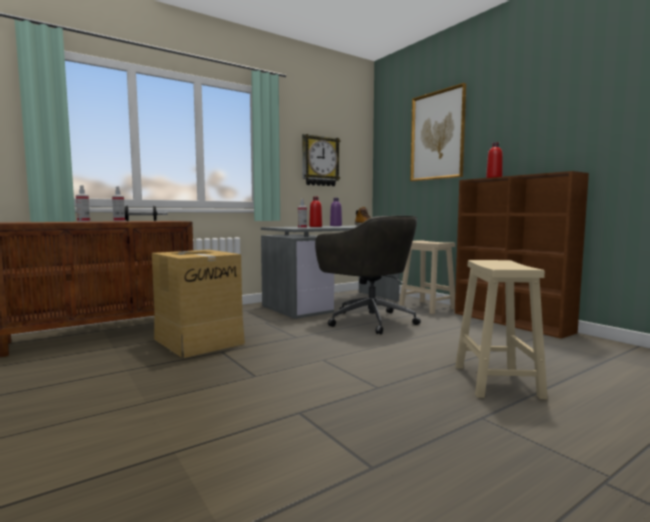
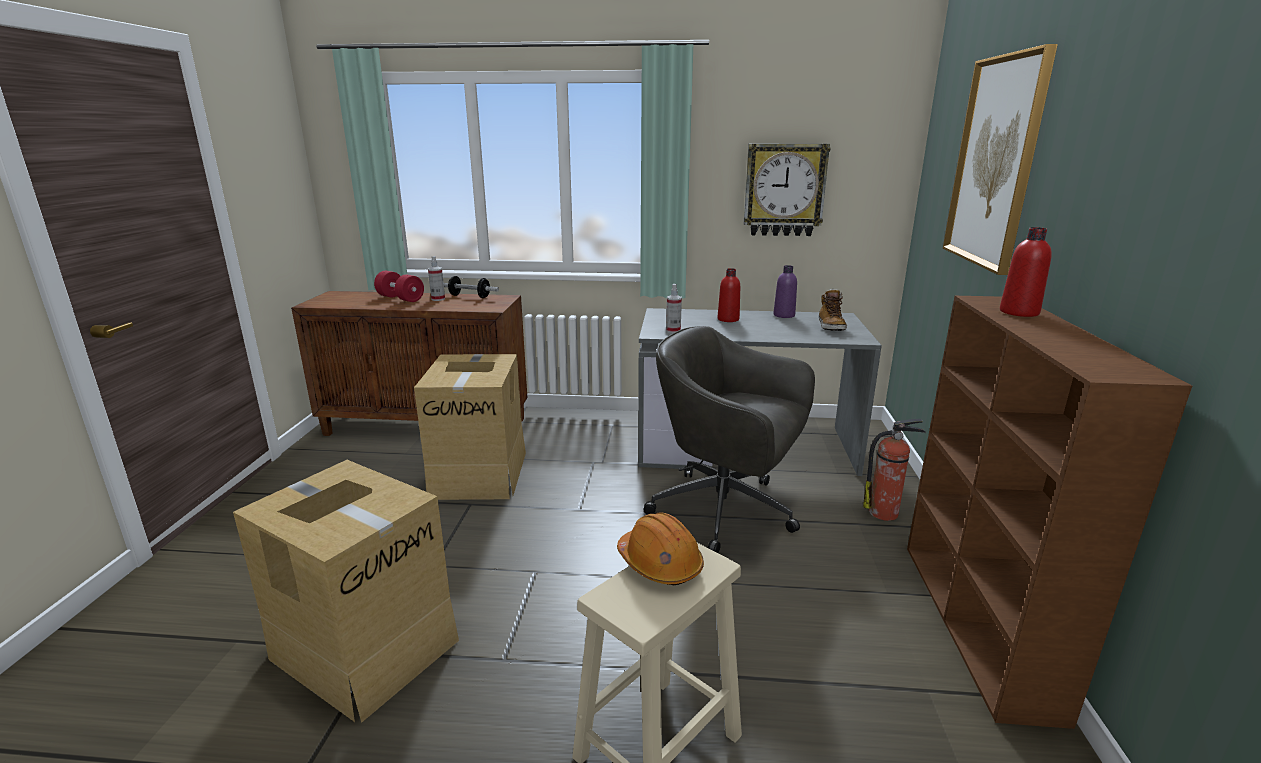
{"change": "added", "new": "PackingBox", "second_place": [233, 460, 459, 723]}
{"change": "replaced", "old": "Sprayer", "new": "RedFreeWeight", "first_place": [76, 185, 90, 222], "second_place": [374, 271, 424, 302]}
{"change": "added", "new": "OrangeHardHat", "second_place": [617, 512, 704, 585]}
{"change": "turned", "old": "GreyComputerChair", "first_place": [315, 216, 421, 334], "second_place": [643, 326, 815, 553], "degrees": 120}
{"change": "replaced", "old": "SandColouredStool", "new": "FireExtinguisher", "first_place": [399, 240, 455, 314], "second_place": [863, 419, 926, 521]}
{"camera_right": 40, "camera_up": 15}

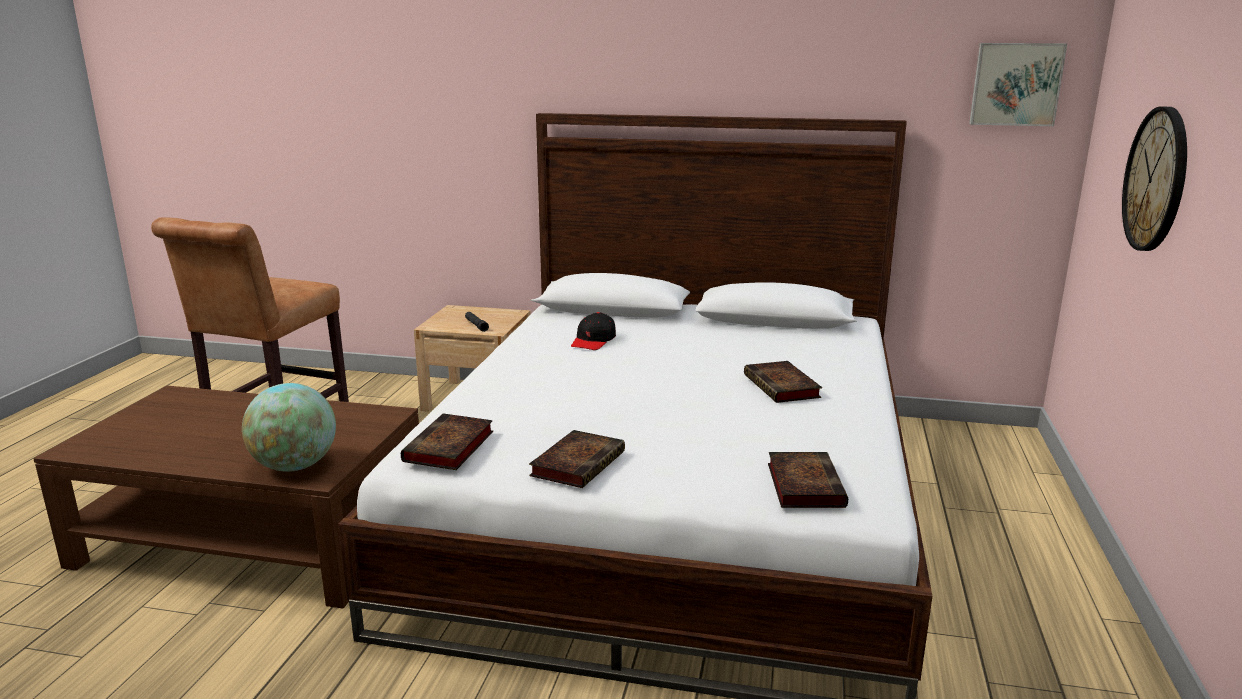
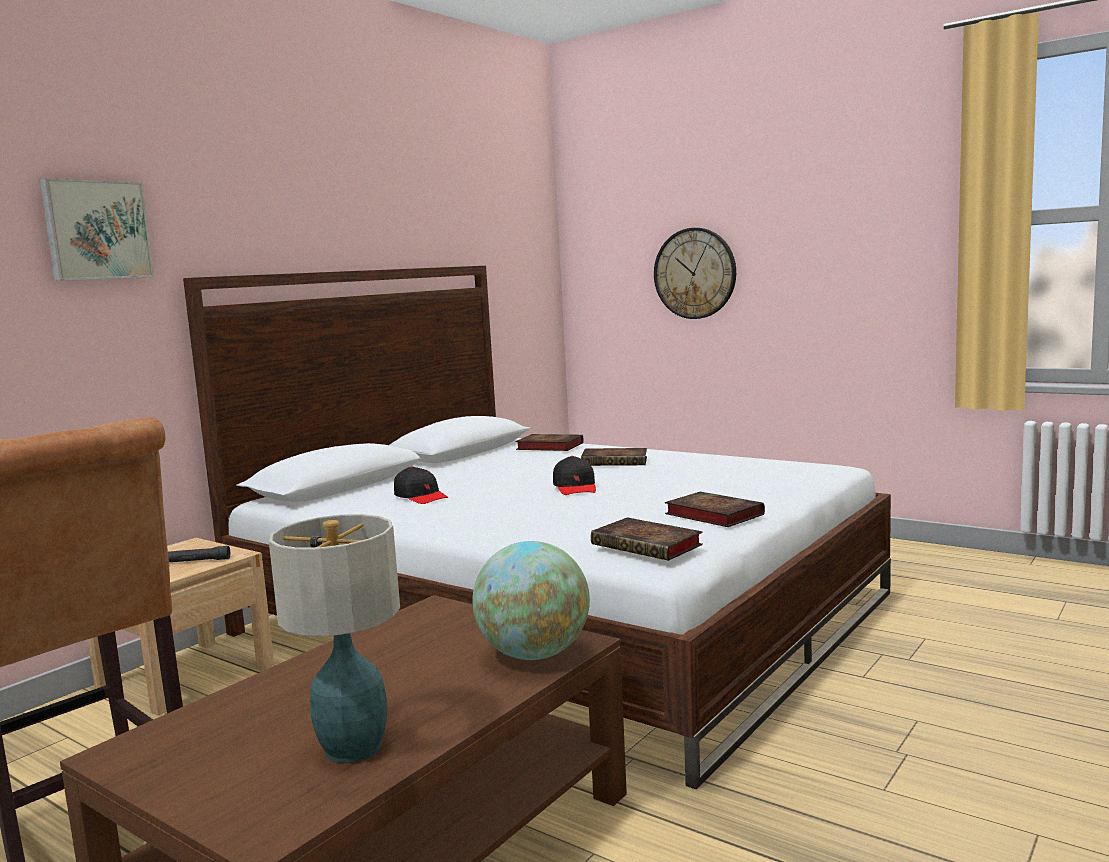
{"change": "moved", "old": "WallArt", "first_place": [969, 43, 1067, 126], "second_place": [39, 178, 154, 281]}
{"change": "added", "new": "TableLamp", "second_place": [269, 514, 400, 763]}
{"change": "moved", "old": "BoundBook", "first_place": [768, 452, 848, 508], "second_place": [515, 434, 584, 451]}
{"change": "added", "new": "BlackBaseballCap", "second_place": [553, 456, 596, 495]}
{"camera_right": -65, "camera_up": -10}

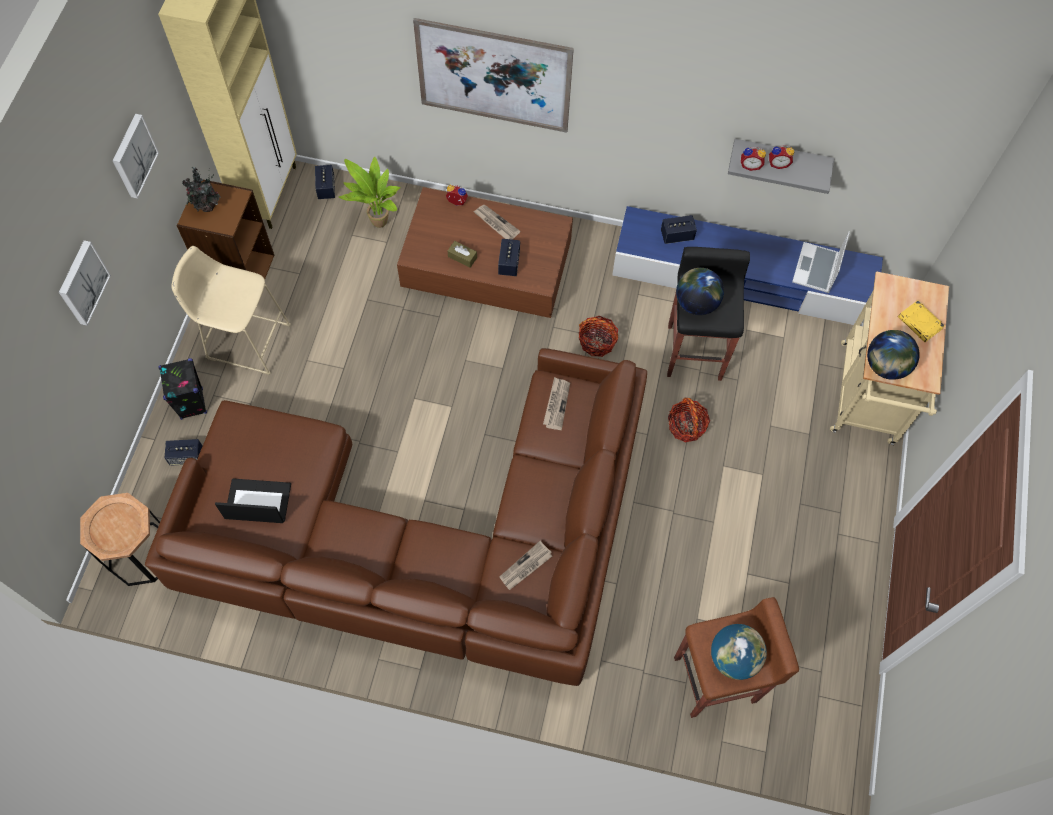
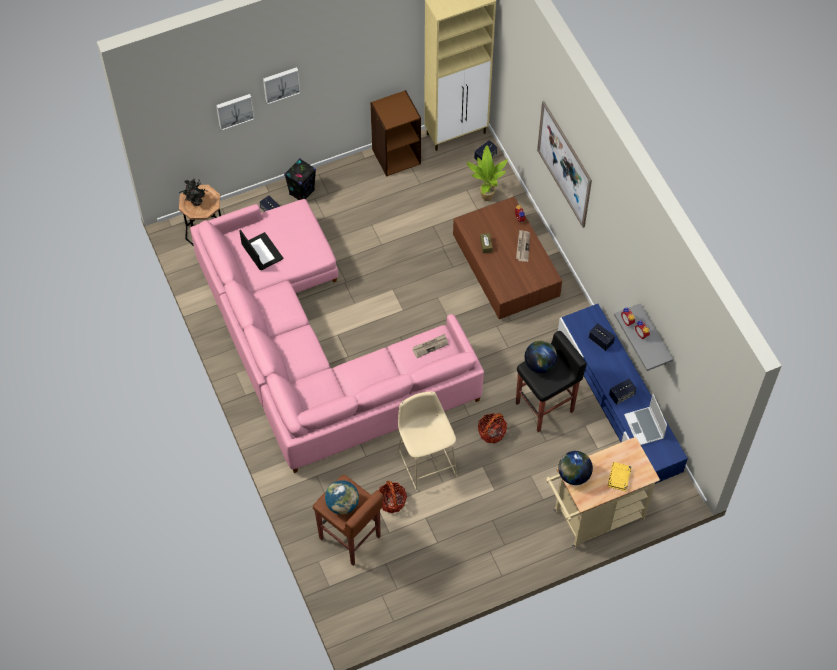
{"change": "moved", "old": "Houseplant", "first_place": [182, 167, 221, 212], "second_place": [179, 178, 206, 206]}
{"change": "recoloured", "old": "BrownColouredSofa", "new": "PinkishSofa", "first_place": [145, 348, 647, 686], "second_place": [190, 199, 484, 473]}
{"change": "moved", "old": "WallArt", "first_place": [113, 114, 159, 199], "second_place": [216, 94, 255, 131]}
{"change": "moved", "old": "HouseholdBasket", "first_place": [579, 316, 618, 357], "second_place": [379, 481, 407, 513]}
{"change": "moved", "old": "SandColouredStool", "first_place": [171, 246, 291, 375], "second_place": [398, 391, 457, 491]}
{"change": "moved", "old": "Speaker", "first_place": [498, 239, 520, 276], "second_place": [609, 379, 636, 405]}
{"change": "turned", "old": "NotebookComputer", "first_place": [792, 231, 850, 293], "second_place": [624, 394, 667, 445], "degrees": -90}
{"change": "removed", "old": "Newspaper", "first_place": [499, 541, 552, 590]}
{"camera_right": 55, "camera_up": -5}

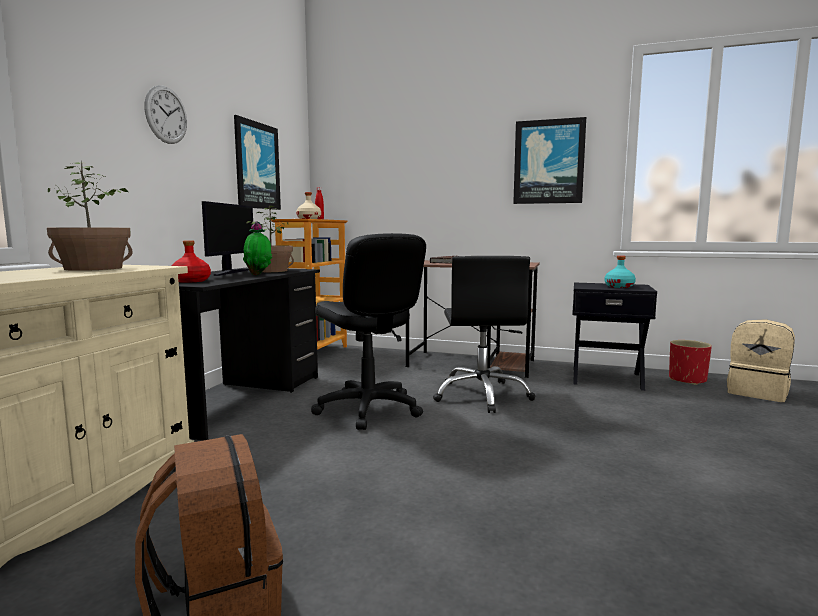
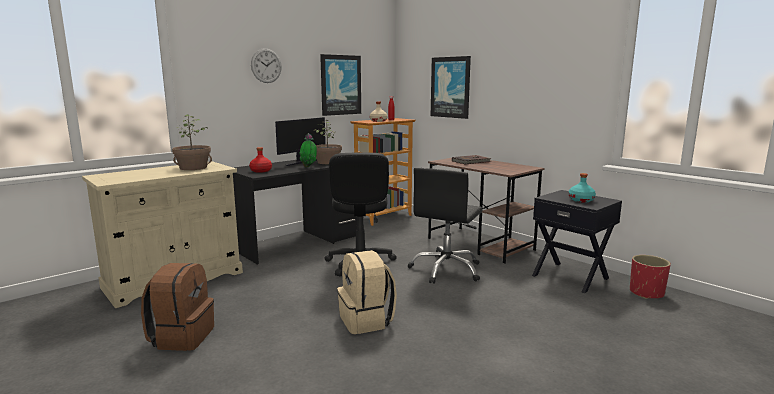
{"change": "moved", "old": "SandColouredBackpack", "first_place": [727, 319, 795, 402], "second_place": [337, 250, 397, 334]}
{"change": "moved", "old": "WallArt", "first_place": [513, 117, 586, 204], "second_place": [431, 56, 471, 119]}
{"camera_right": 30, "camera_up": 5}

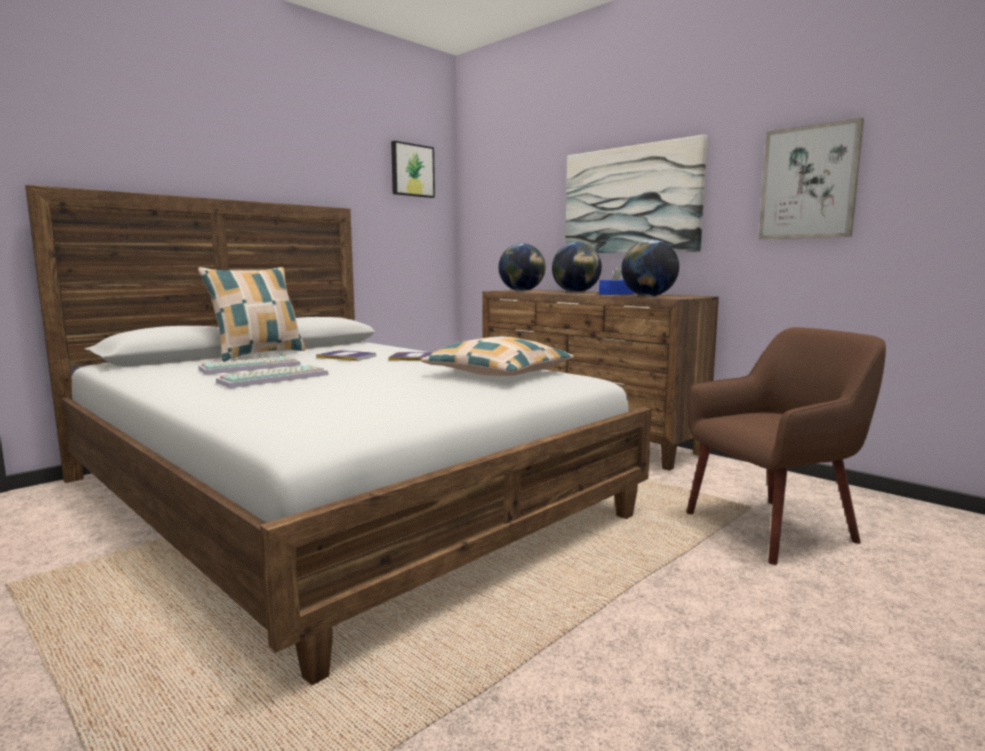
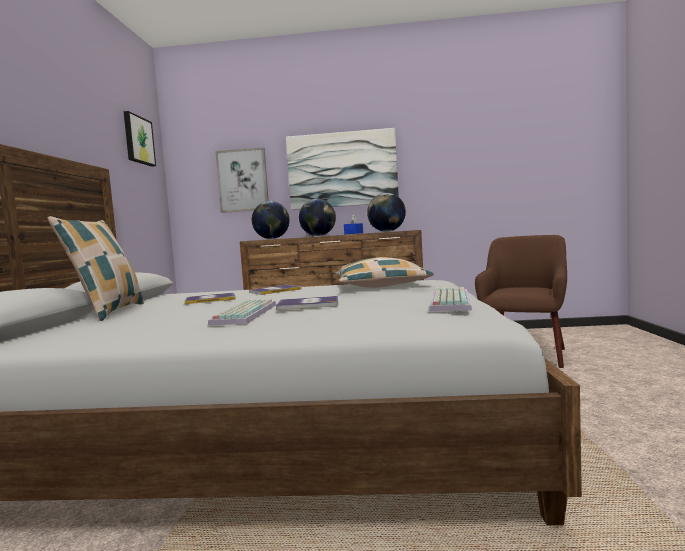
{"change": "moved", "old": "WallArt", "first_place": [759, 118, 864, 239], "second_place": [215, 147, 269, 213]}
{"change": "added", "new": "BoundBook", "second_place": [276, 296, 338, 310]}
{"change": "moved", "old": "Keyboard", "first_place": [198, 356, 301, 375], "second_place": [429, 287, 472, 311]}
{"camera_right": -40, "camera_up": -5}

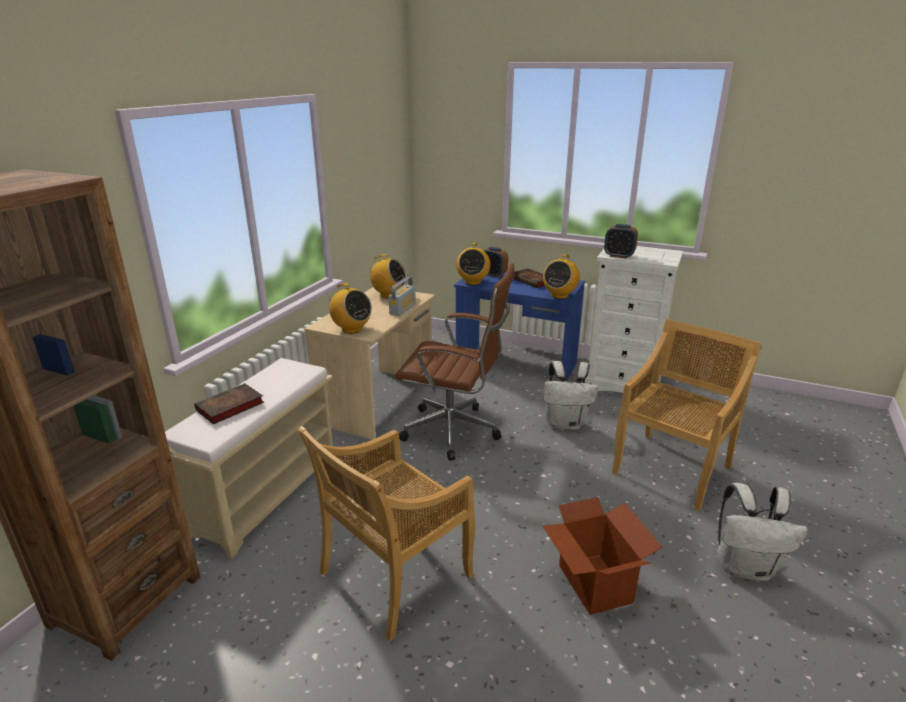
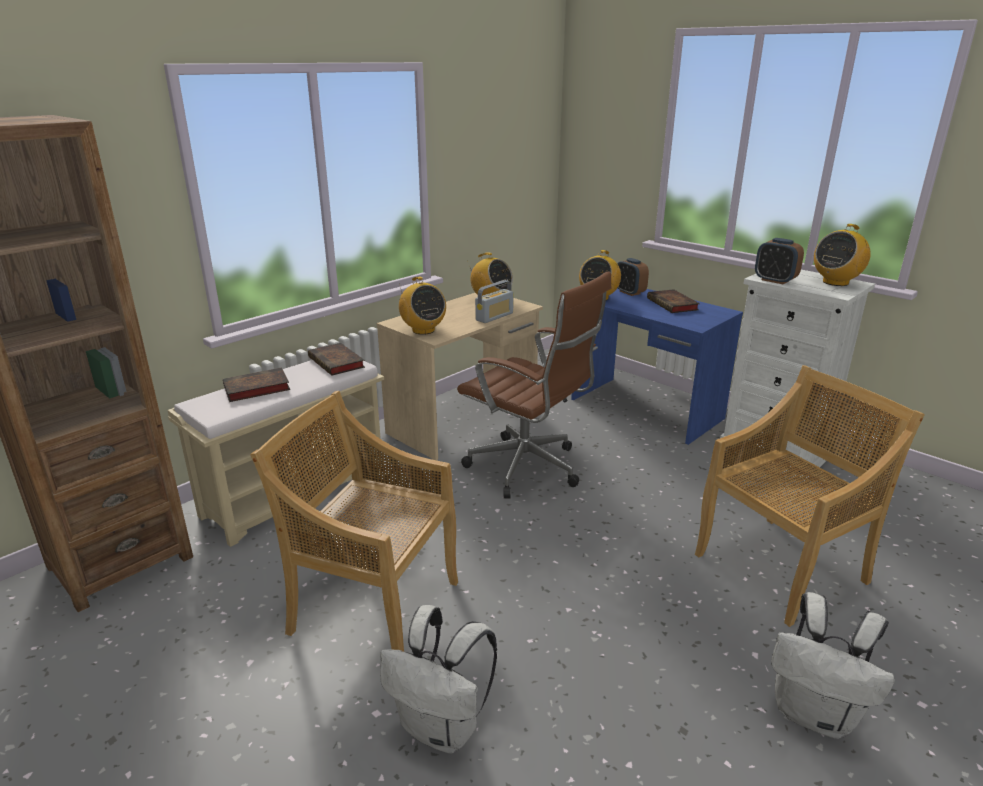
{"change": "turned", "old": "SandColouredPlainChair", "first_place": [298, 426, 475, 641], "second_place": [250, 391, 458, 652], "degrees": 45}
{"change": "added", "new": "BoundBook", "second_place": [308, 343, 365, 376]}
{"change": "moved", "old": "WhitishBackpack", "first_place": [543, 361, 598, 430], "second_place": [380, 605, 497, 754]}
{"change": "moved", "old": "RadioReceiver", "first_place": [543, 254, 580, 299], "second_place": [814, 224, 871, 286]}
{"change": "removed", "old": "PackingBox", "first_place": [543, 497, 663, 615]}
{"camera_right": 20, "camera_up": 0}

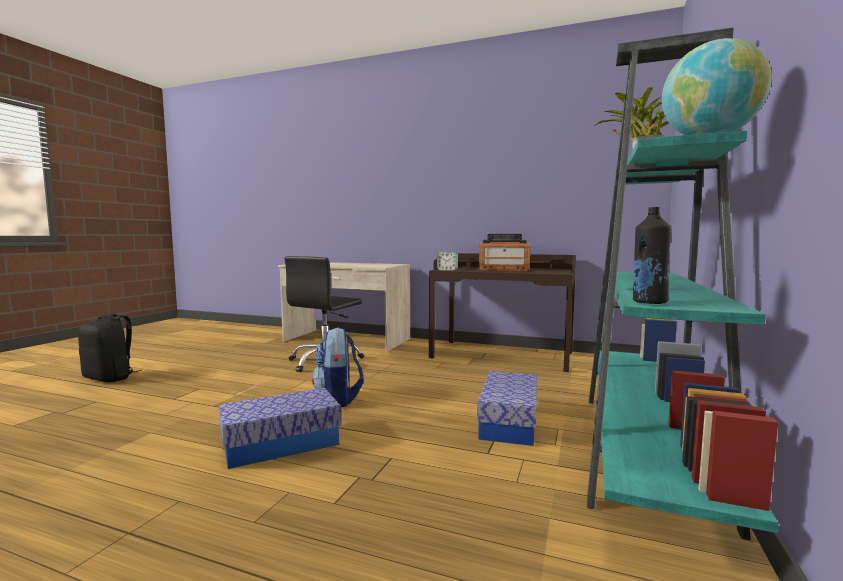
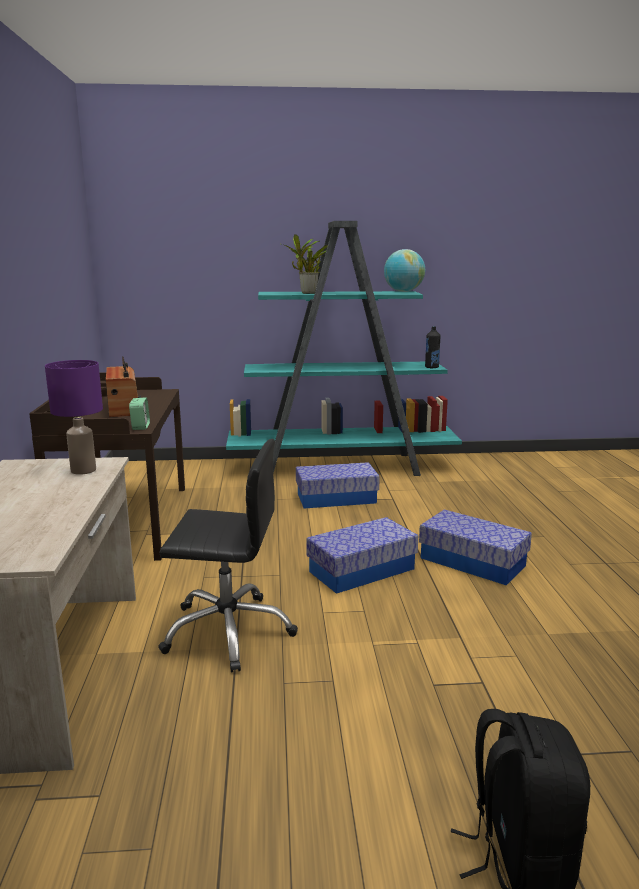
{"change": "added", "new": "PurpleColouredTableLamp", "second_place": [45, 360, 103, 475]}
{"change": "replaced", "old": "Backpack", "new": "StorageBox", "first_place": [312, 327, 364, 407], "second_place": [307, 517, 418, 594]}
{"camera_right": -115, "camera_up": 10}

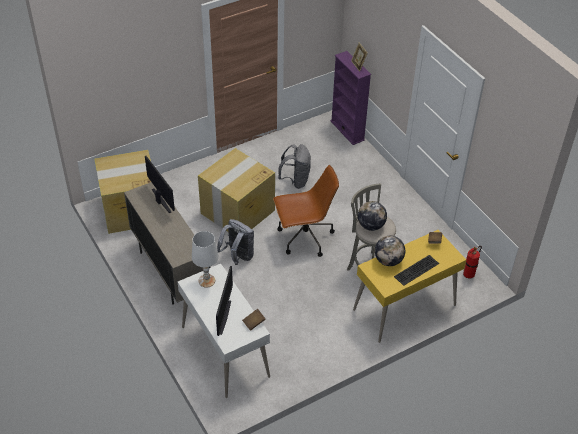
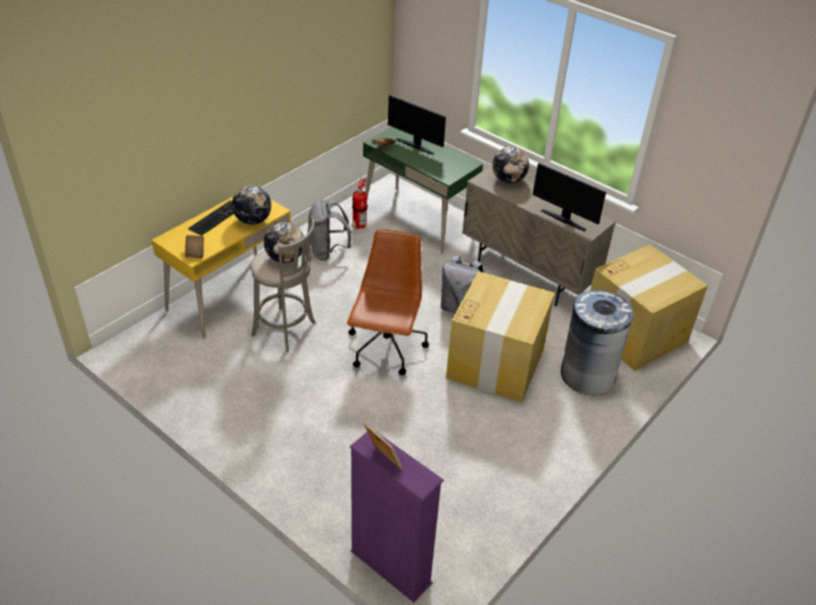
{"change": "moved", "old": "GreyBackpack", "first_place": [278, 144, 311, 189], "second_place": [308, 200, 352, 261]}
{"change": "turned", "old": "BrownColouredComputerChair", "first_place": [273, 165, 339, 257], "second_place": [347, 229, 429, 375], "degrees": 135}
{"change": "moved", "old": "FireExtinguisher", "first_place": [463, 246, 482, 279], "second_place": [351, 178, 367, 229]}
{"change": "recoloured", "old": "WhitishDeskUnit", "new": "GreenishDeskUnit", "first_place": [178, 264, 270, 398], "second_place": [363, 127, 483, 254]}
{"change": "turned", "old": "ComputerScreen", "first_place": [216, 266, 233, 336], "second_place": [388, 95, 446, 155], "degrees": -45}
{"change": "added", "new": "Globe", "second_place": [492, 146, 529, 184]}
{"change": "added", "new": "GreyRubbishBin", "second_place": [561, 290, 634, 395]}
{"change": "removed", "old": "WhitishTableLamp", "first_place": [192, 231, 219, 288]}
{"camera_right": 160, "camera_up": -5}

